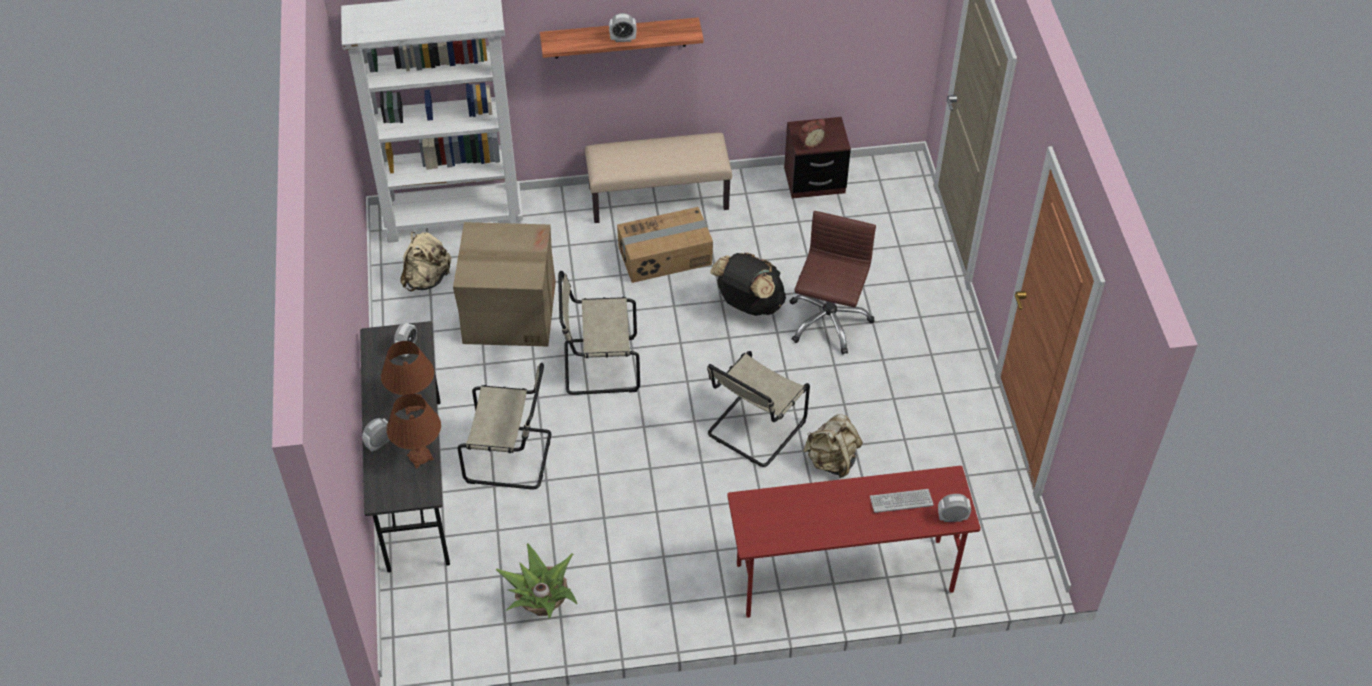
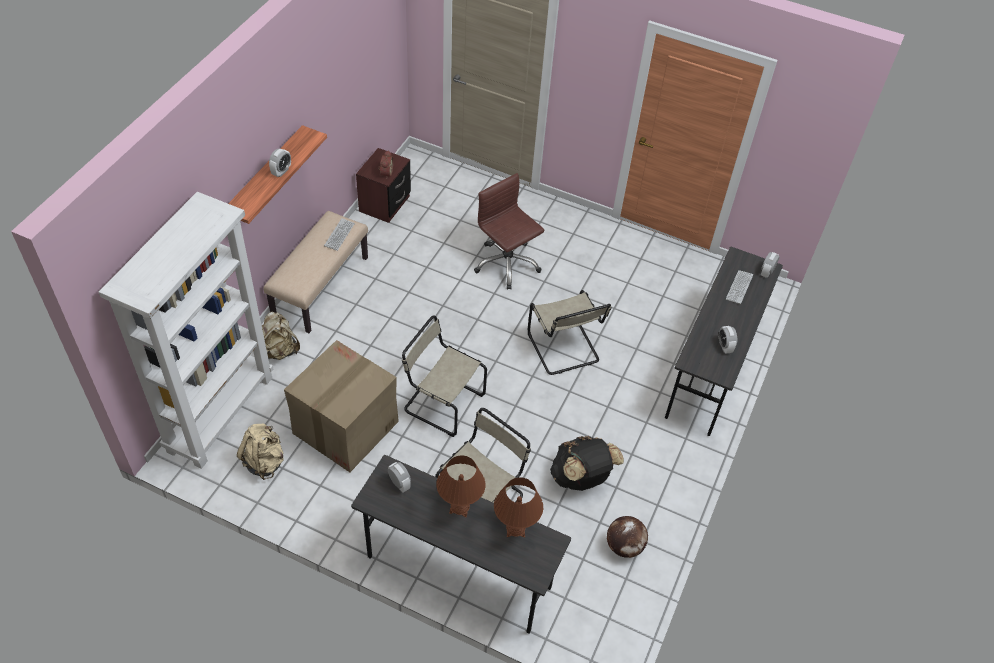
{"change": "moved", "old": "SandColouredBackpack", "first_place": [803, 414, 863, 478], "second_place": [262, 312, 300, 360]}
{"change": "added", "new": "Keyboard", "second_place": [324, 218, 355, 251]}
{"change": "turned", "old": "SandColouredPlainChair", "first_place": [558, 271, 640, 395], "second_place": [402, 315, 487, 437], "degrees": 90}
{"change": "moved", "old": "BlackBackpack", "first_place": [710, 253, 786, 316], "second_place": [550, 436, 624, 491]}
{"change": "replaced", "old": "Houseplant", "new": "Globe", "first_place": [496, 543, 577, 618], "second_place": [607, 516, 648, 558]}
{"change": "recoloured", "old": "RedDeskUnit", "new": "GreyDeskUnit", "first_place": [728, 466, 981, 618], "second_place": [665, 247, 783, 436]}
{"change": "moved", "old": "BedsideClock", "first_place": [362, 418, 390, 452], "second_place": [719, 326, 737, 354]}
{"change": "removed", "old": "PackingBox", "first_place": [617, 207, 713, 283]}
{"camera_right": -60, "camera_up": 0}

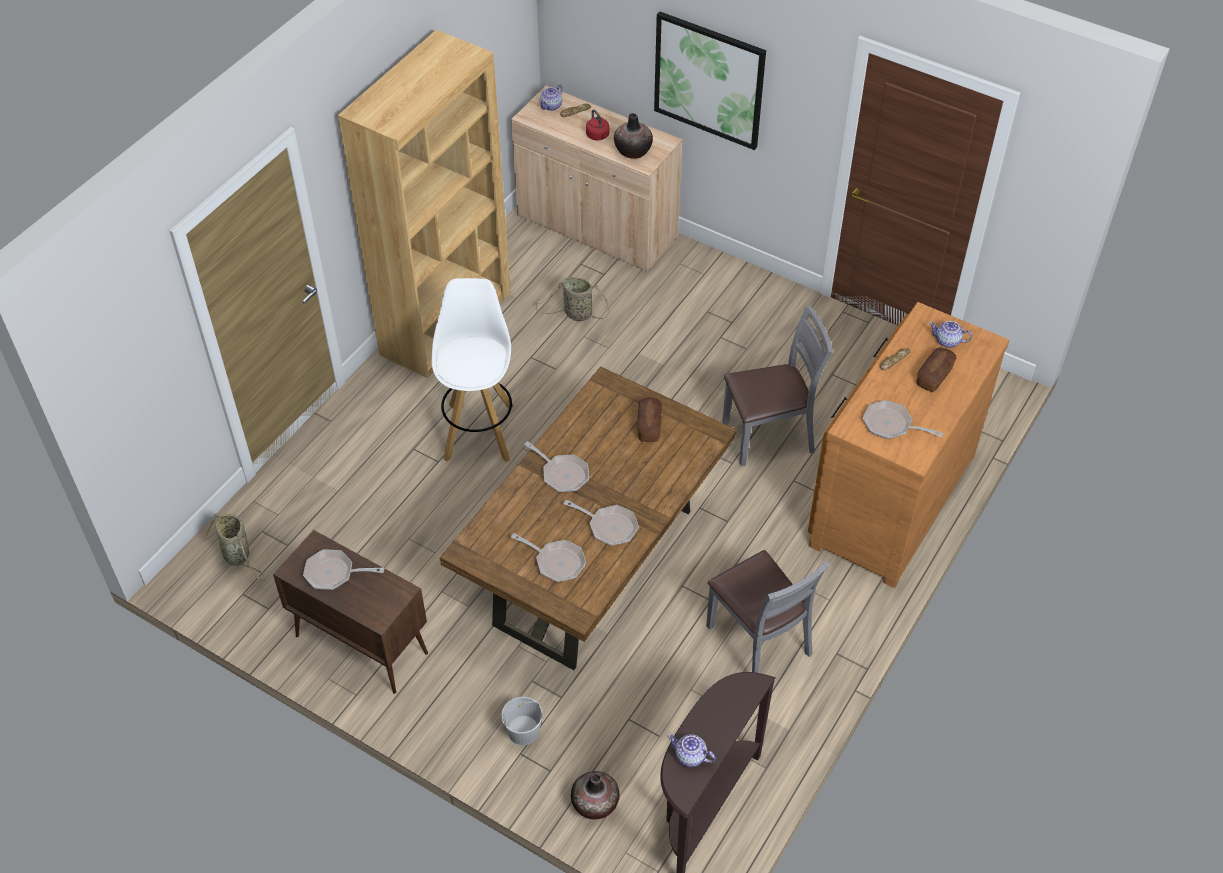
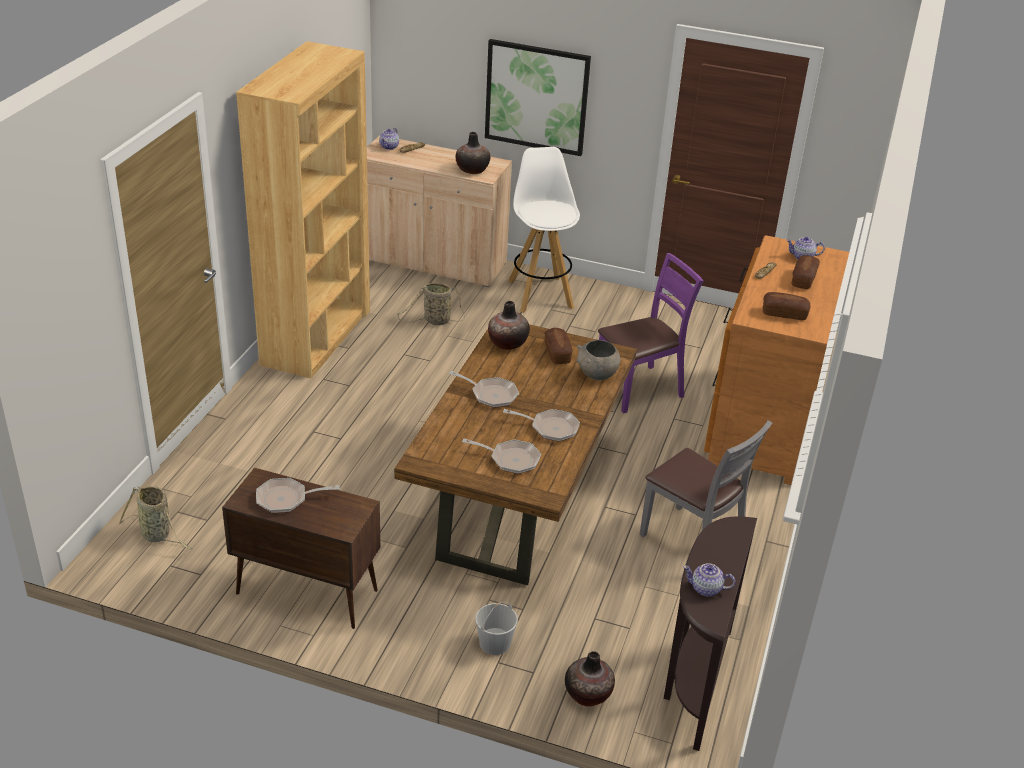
{"change": "added", "new": "Vase", "second_place": [488, 301, 530, 350]}
{"change": "moved", "old": "WhitishStool", "first_place": [432, 278, 514, 463], "second_place": [508, 147, 580, 313]}
{"change": "added", "new": "GreyBowl", "second_place": [576, 340, 620, 380]}
{"change": "recoloured", "old": "GreyPlainChair", "new": "PurpleColouredPlainChair", "first_place": [722, 305, 833, 467], "second_place": [598, 253, 704, 413]}
{"change": "replaced", "old": "Skillet", "new": "Bread", "first_place": [863, 400, 943, 439], "second_place": [763, 292, 811, 320]}
{"change": "removed", "old": "RedKettle", "first_place": [586, 109, 610, 140]}
{"camera_right": -15, "camera_up": -15}

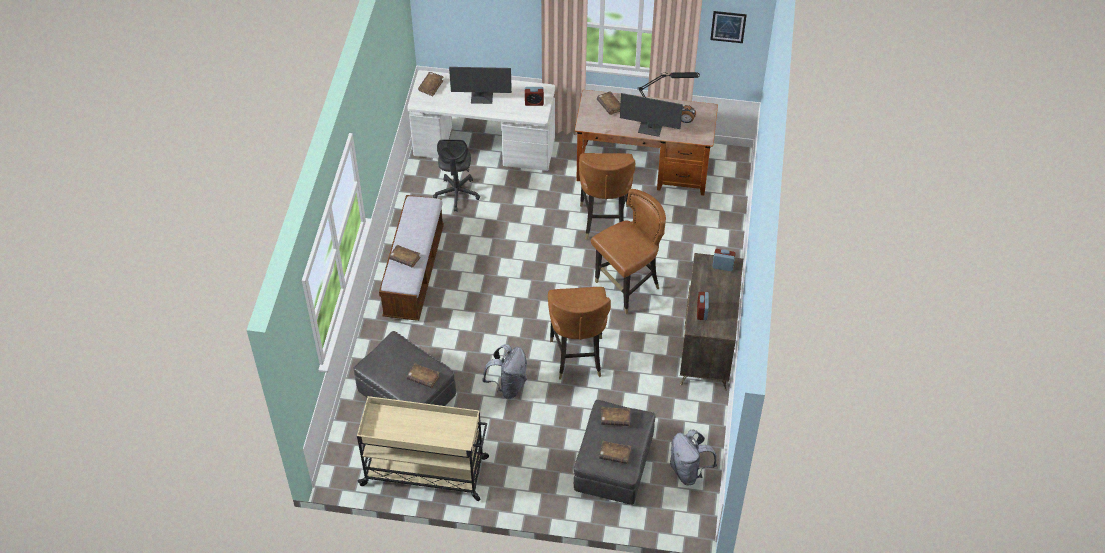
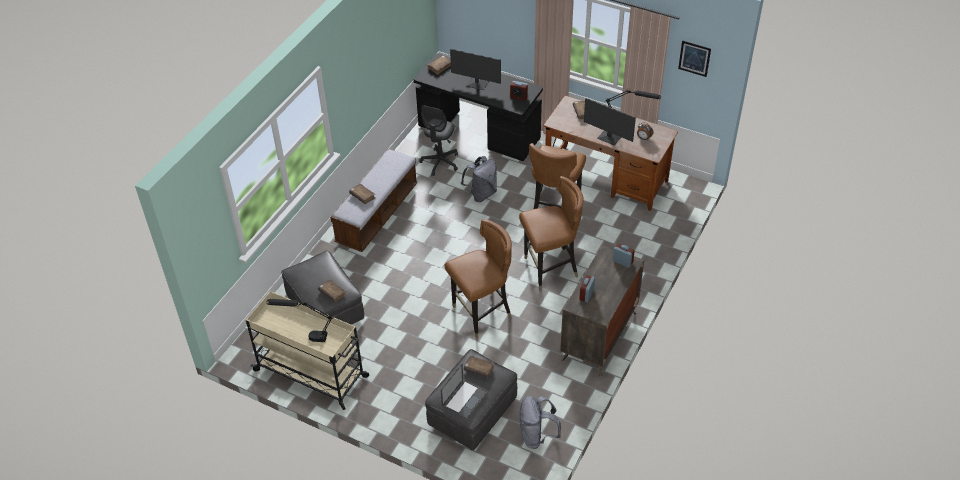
{"change": "added", "new": "BlackTableLamp", "second_place": [267, 299, 333, 342]}
{"change": "recoloured", "old": "WhitishDeskUnit", "new": "BlackDeskUnit", "first_place": [407, 70, 555, 171], "second_place": [413, 54, 543, 161]}
{"change": "replaced", "old": "BrownColouredBoundBook", "new": "NotebookComputer", "first_place": [599, 441, 631, 464], "second_place": [441, 363, 488, 420]}
{"change": "turned", "old": "BrownColouredPlainChair", "first_place": [548, 287, 611, 380], "second_place": [444, 219, 512, 339], "degrees": -135}
{"change": "moved", "old": "GreyBackpack", "first_place": [482, 344, 527, 399], "second_place": [461, 156, 497, 202]}
{"camera_right": 20, "camera_up": -5}

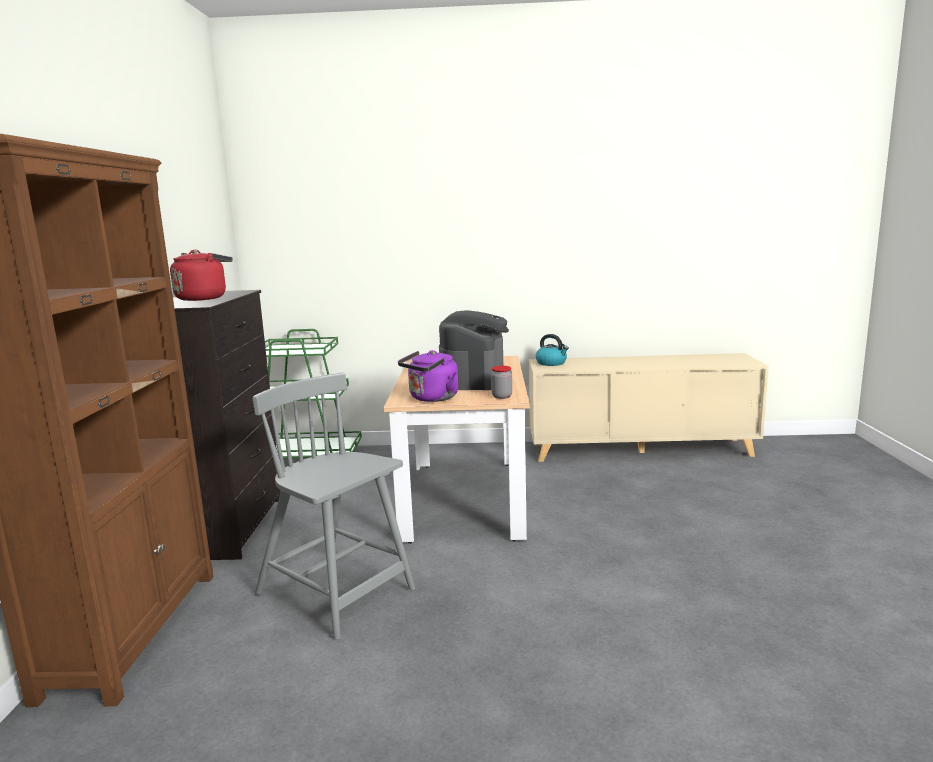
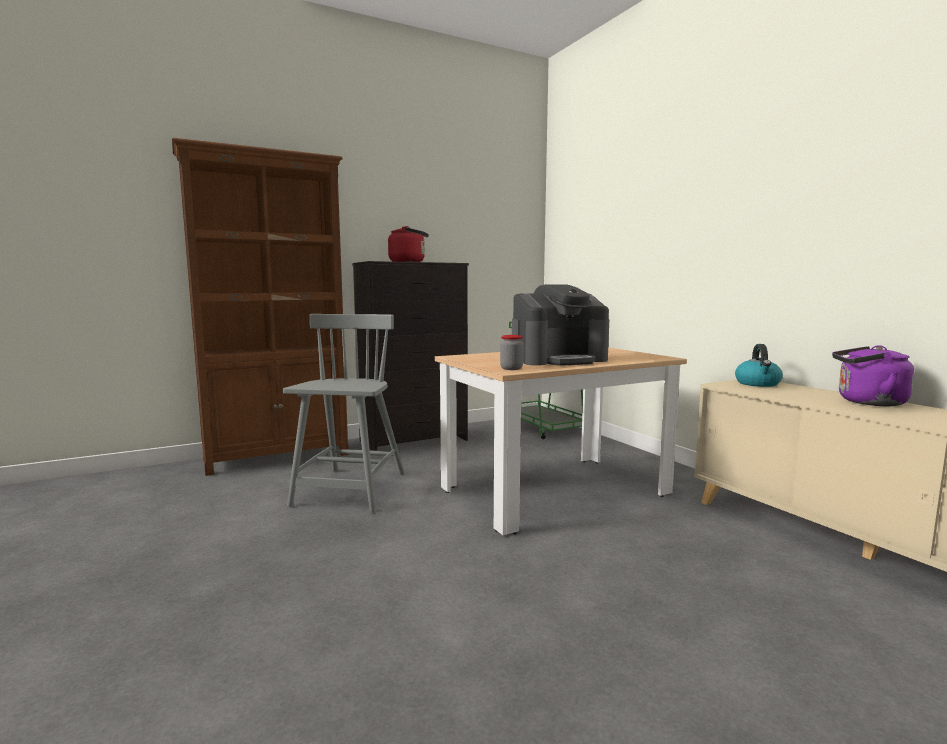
{"change": "moved", "old": "PurpleColouredKettle", "first_place": [398, 350, 458, 402], "second_place": [832, 345, 914, 406]}
{"camera_right": 60, "camera_up": -5}

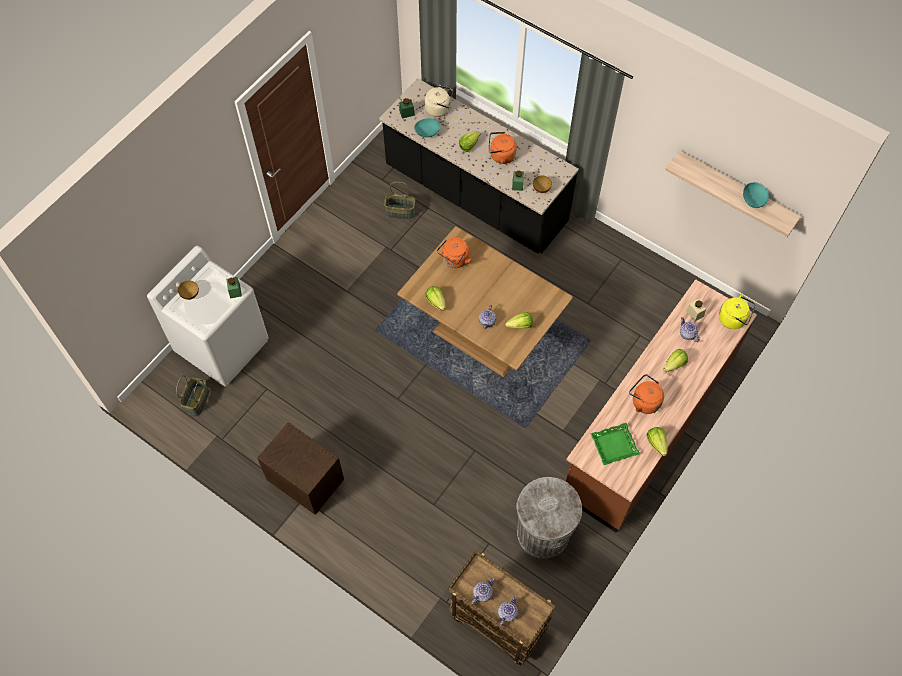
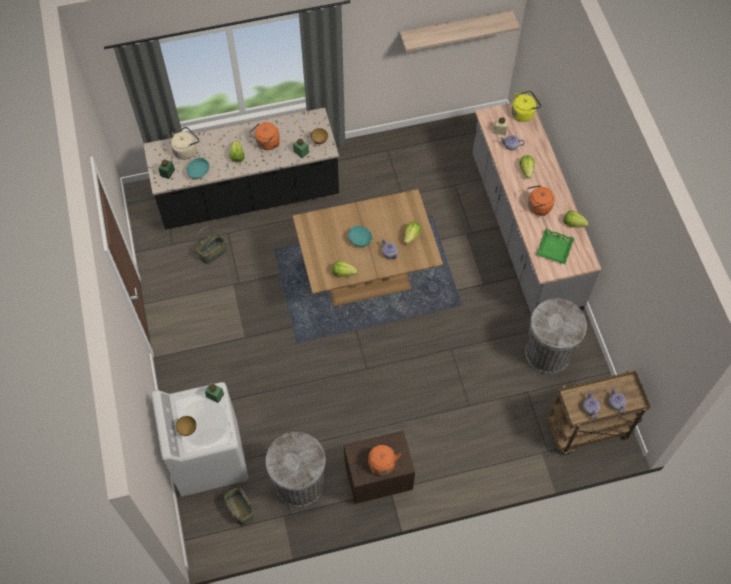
{"change": "added", "new": "GreyRubbishBin", "second_place": [265, 432, 326, 507]}
{"change": "moved", "old": "TurquoiseBowl", "first_place": [743, 182, 769, 208], "second_place": [348, 226, 372, 247]}
{"change": "moved", "old": "OrangeKettle", "first_place": [437, 237, 472, 268], "second_place": [368, 445, 402, 475]}
{"change": "recoloured", "old": "BrownColouredKitchenBaseUnit", "new": "GreyKitchenBaseUnit", "first_place": [566, 279, 757, 533], "second_place": [472, 103, 601, 315]}
{"camera_right": -50, "camera_up": 0}

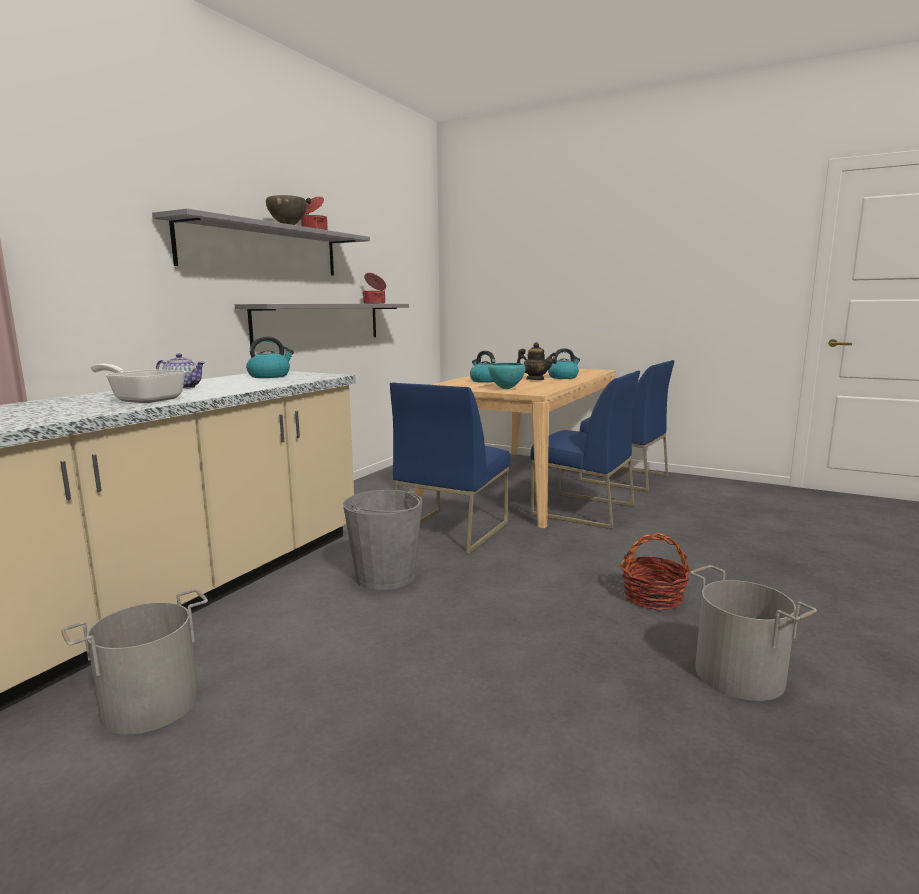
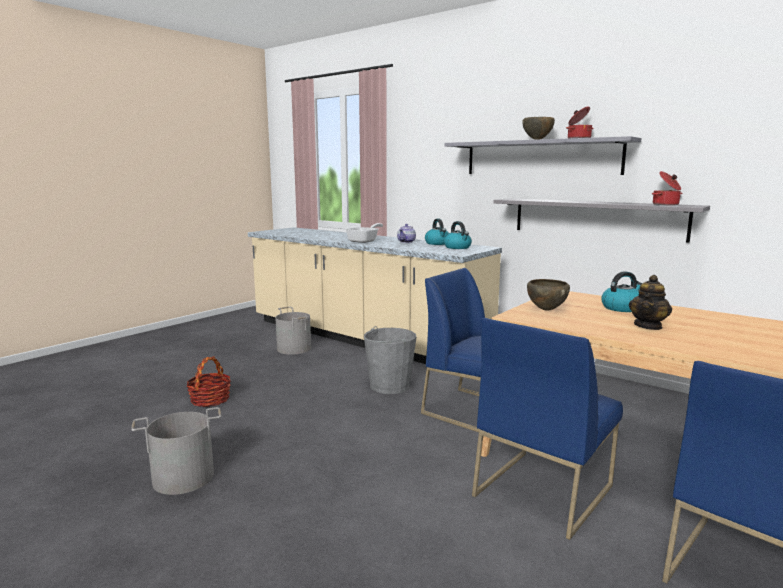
{"change": "moved", "old": "HouseholdBasket", "first_place": [620, 533, 690, 610], "second_place": [186, 356, 231, 407]}
{"change": "moved", "old": "Kettle", "first_place": [548, 348, 580, 379], "second_place": [425, 219, 449, 245]}
{"change": "recoloured", "old": "TurquoiseBowl", "new": "BrownColouredBowl", "first_place": [488, 363, 525, 389], "second_place": [527, 279, 570, 310]}
{"camera_right": 100, "camera_up": 0}

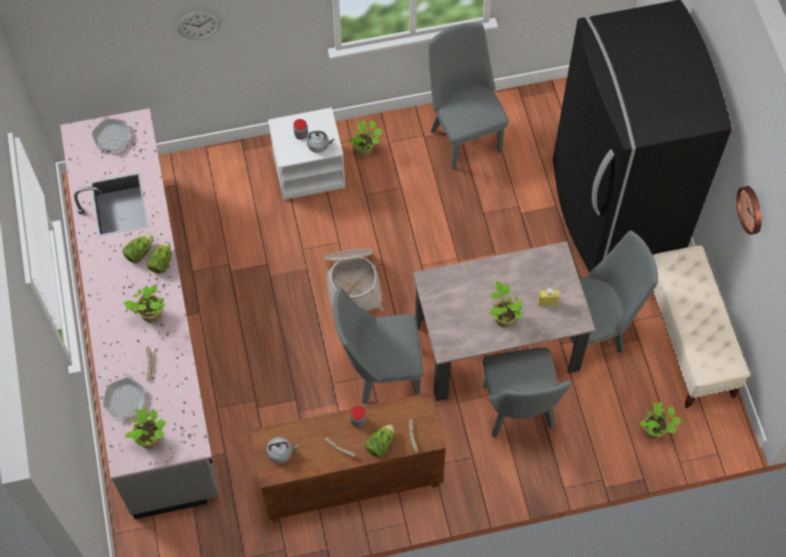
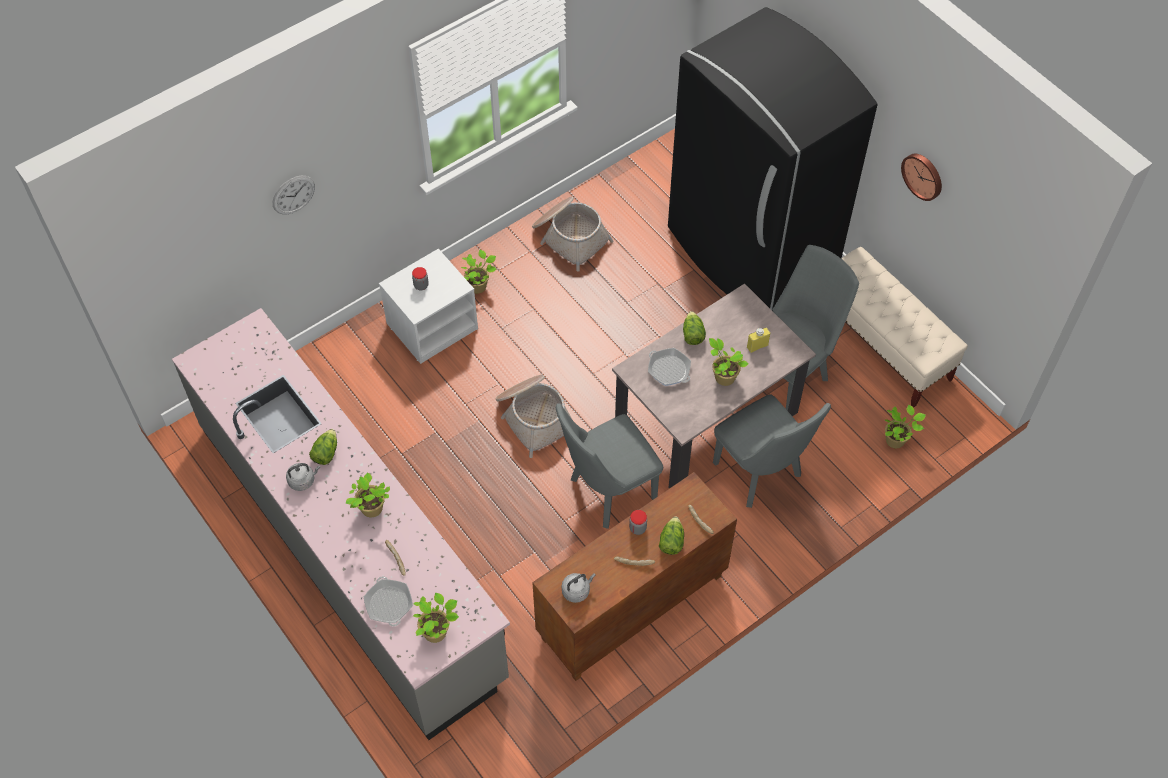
{"change": "moved", "old": "GreyKettle", "first_place": [307, 130, 335, 153], "second_place": [286, 463, 320, 491]}
{"change": "replaced", "old": "GreyPlainChair", "new": "HouseholdBasket", "first_place": [429, 23, 509, 170], "second_place": [532, 197, 613, 272]}
{"change": "moved", "old": "Skillet", "first_place": [92, 117, 131, 153], "second_place": [648, 348, 691, 386]}
{"change": "moved", "old": "LettuceHead", "first_place": [146, 242, 171, 274], "second_place": [683, 311, 706, 345]}
{"camera_right": -25, "camera_up": -5}

